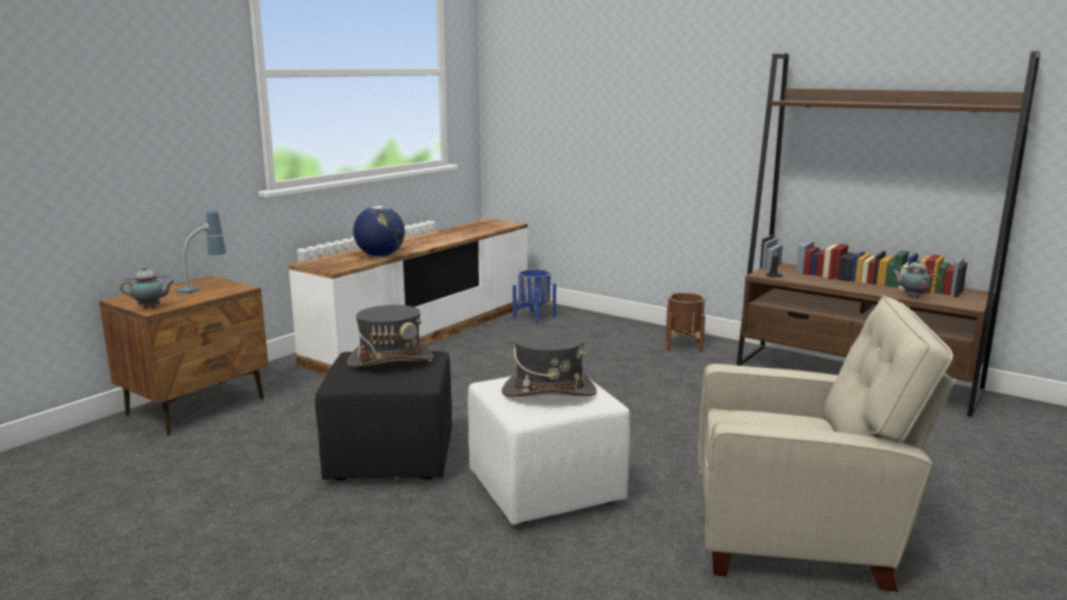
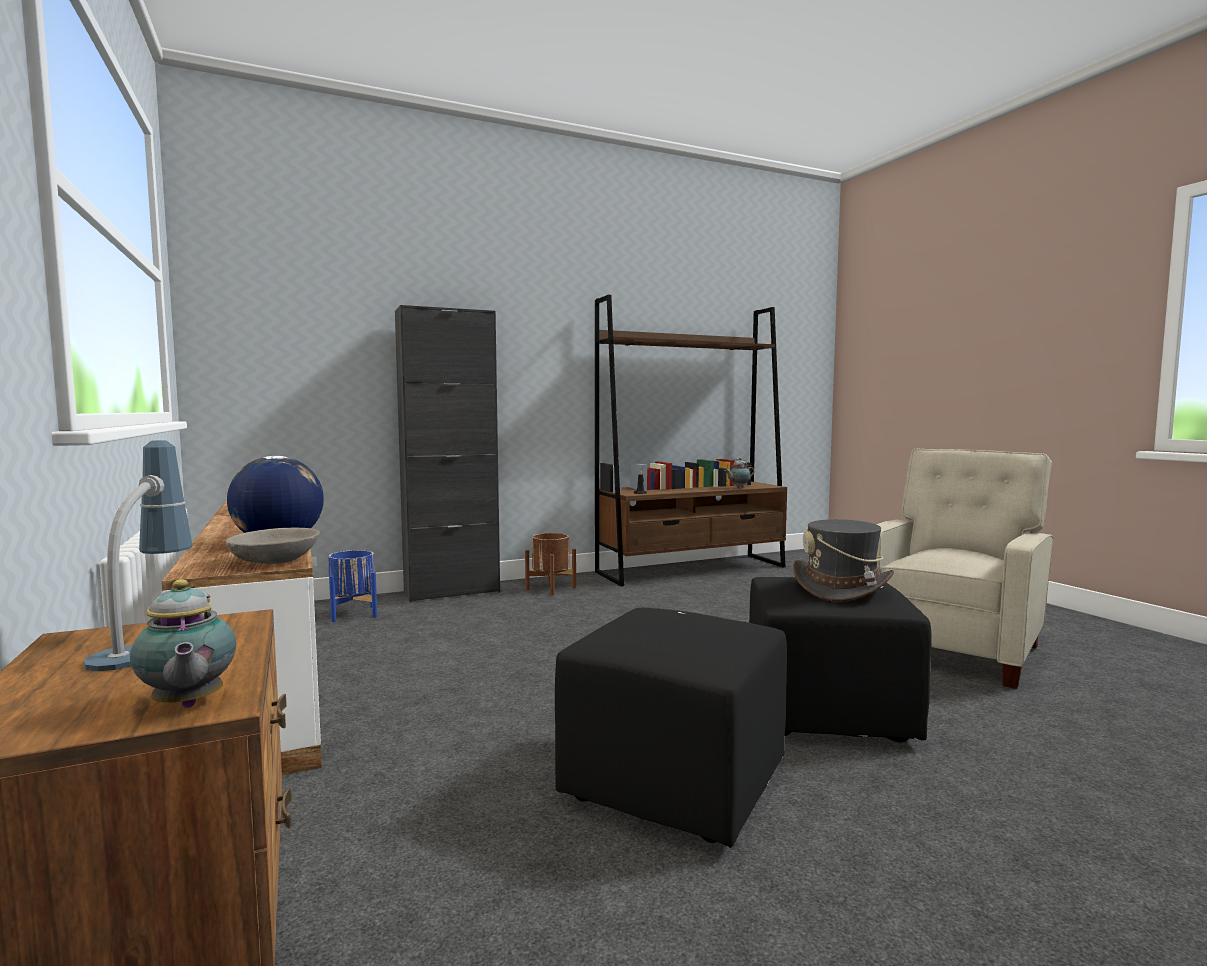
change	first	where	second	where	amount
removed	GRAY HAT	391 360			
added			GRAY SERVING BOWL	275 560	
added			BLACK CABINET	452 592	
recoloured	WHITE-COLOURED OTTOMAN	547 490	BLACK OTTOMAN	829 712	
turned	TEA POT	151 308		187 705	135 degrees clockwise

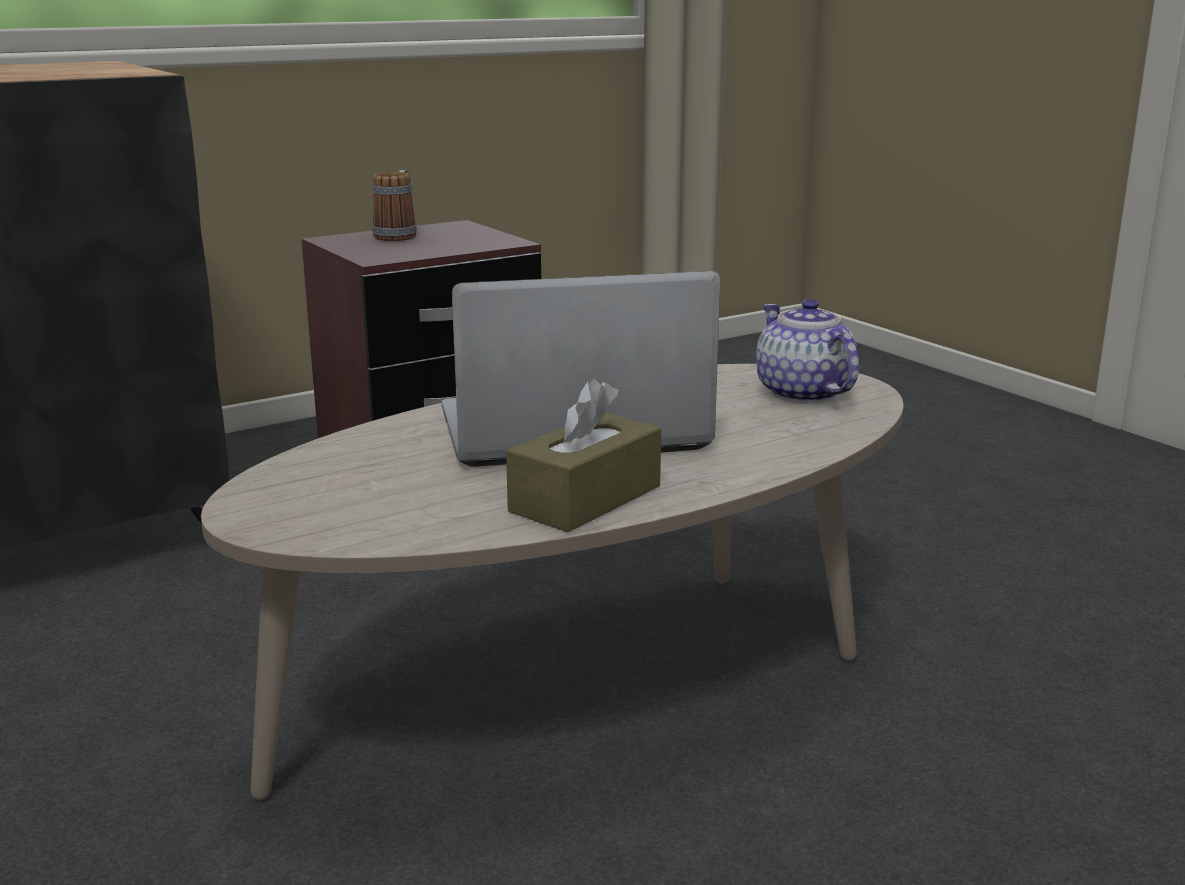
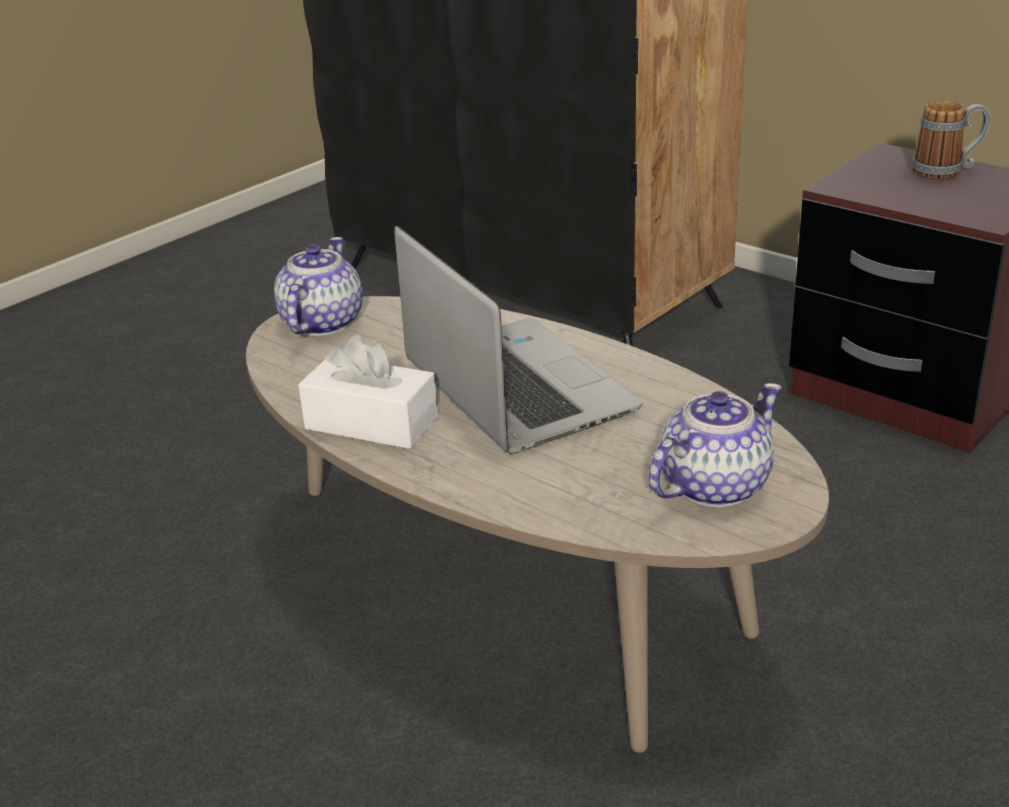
change	first	where	second	where	amount
added			TEA POT	321 323	
recoloured	BROWNISH BOX OF TISSUES	585 499	WHITE-COLOURED BOX OF TISSUES	371 423	

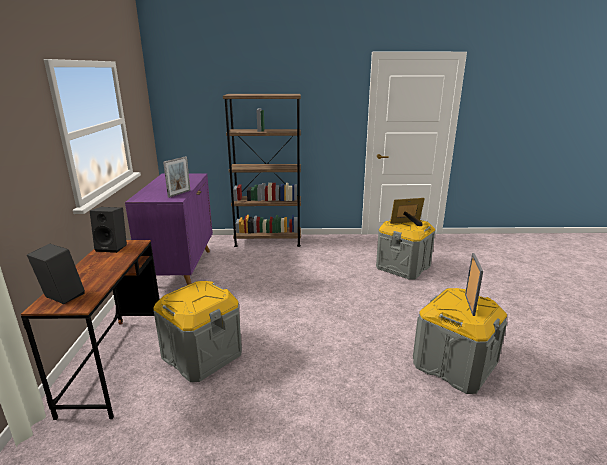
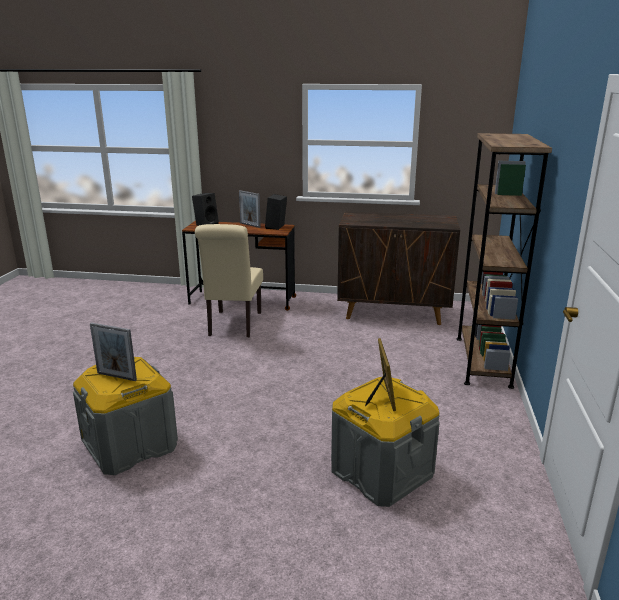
change	first	where	second	where	amount
moved	PICTURE FRAME	179 193		250 225	
replaced	GRAY STORAGE BOX	202 355	SAND-COLOURED UPRIGHT CHAIR	233 325	
recoloured	PURPLISH CABINET	181 268	BROWNISH CABINET	394 312	

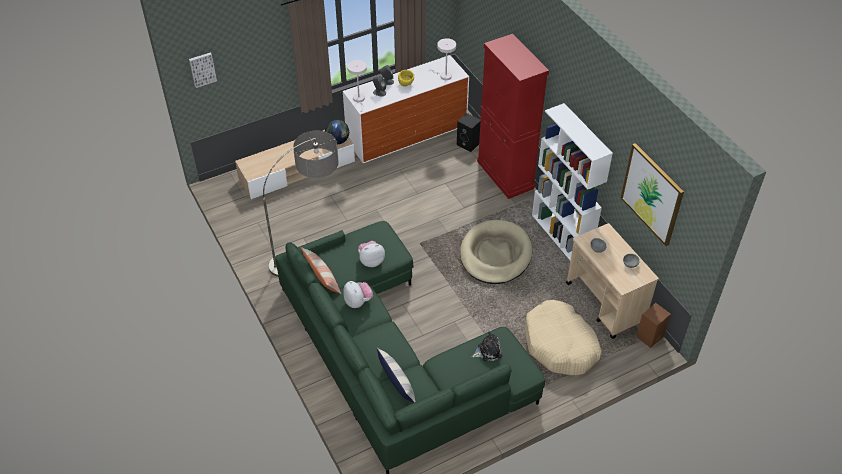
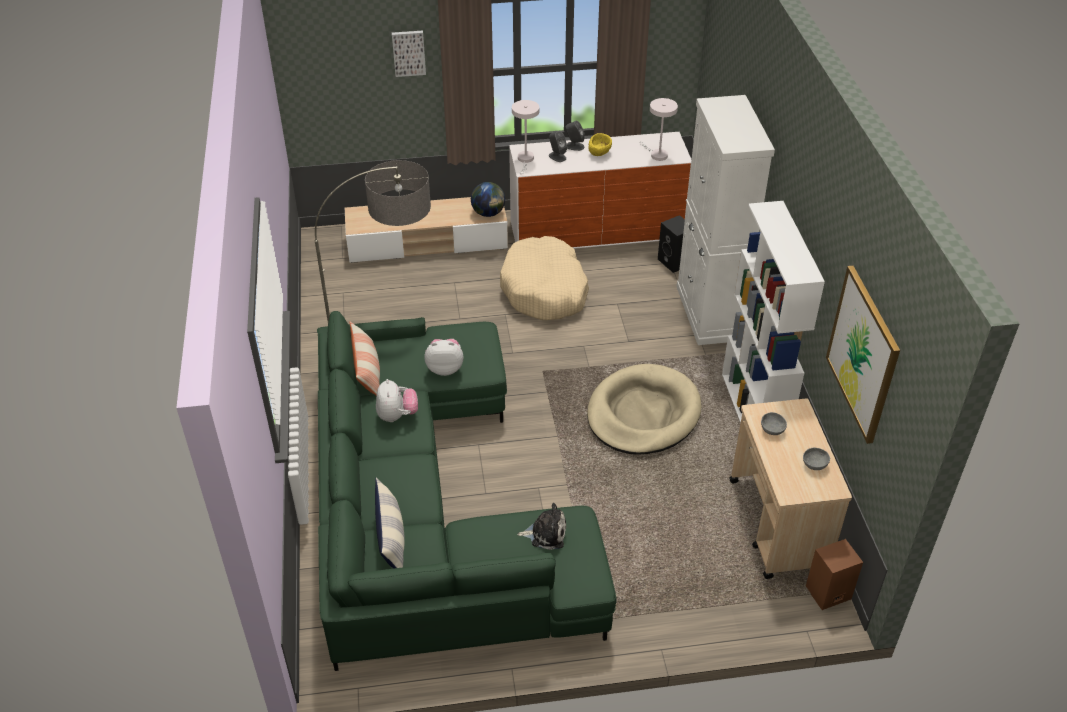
change	first	where	second	where	amount
moved	PICTURE	202 69		408 52	
moved	SAND-COLOURED DOG BED	560 345		544 290	
recoloured	RED-COLOURED CABINET	505 175	WHITE-COLOURED CABINET	708 313	

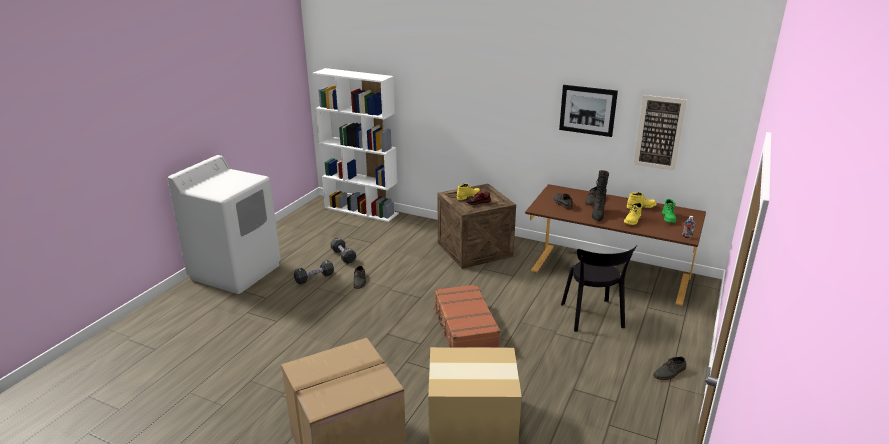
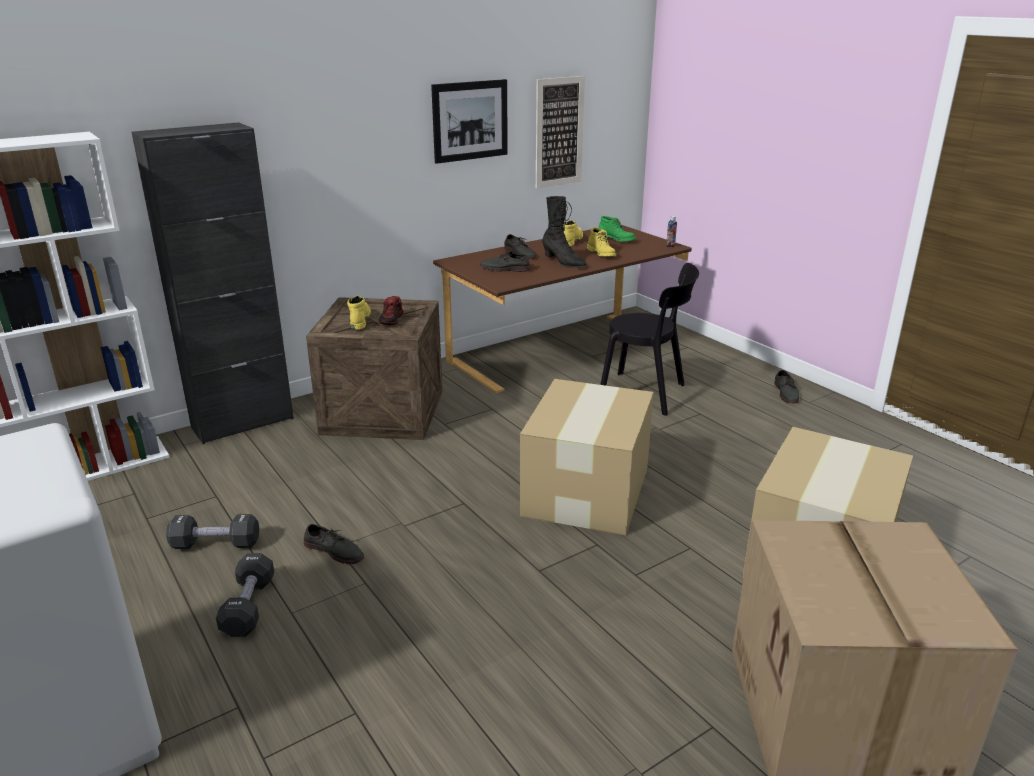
change	first	where	second	where	amount
added			BLACK CABINET	242 423	
replaced	BROWNISH SUITCASE	464 327	CARTON	587 490	

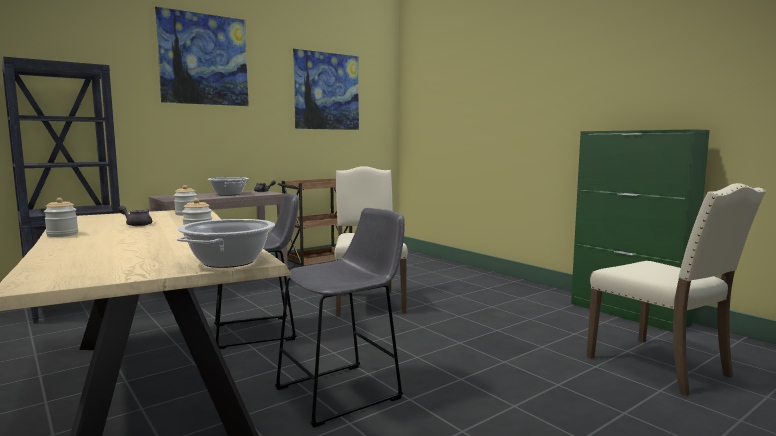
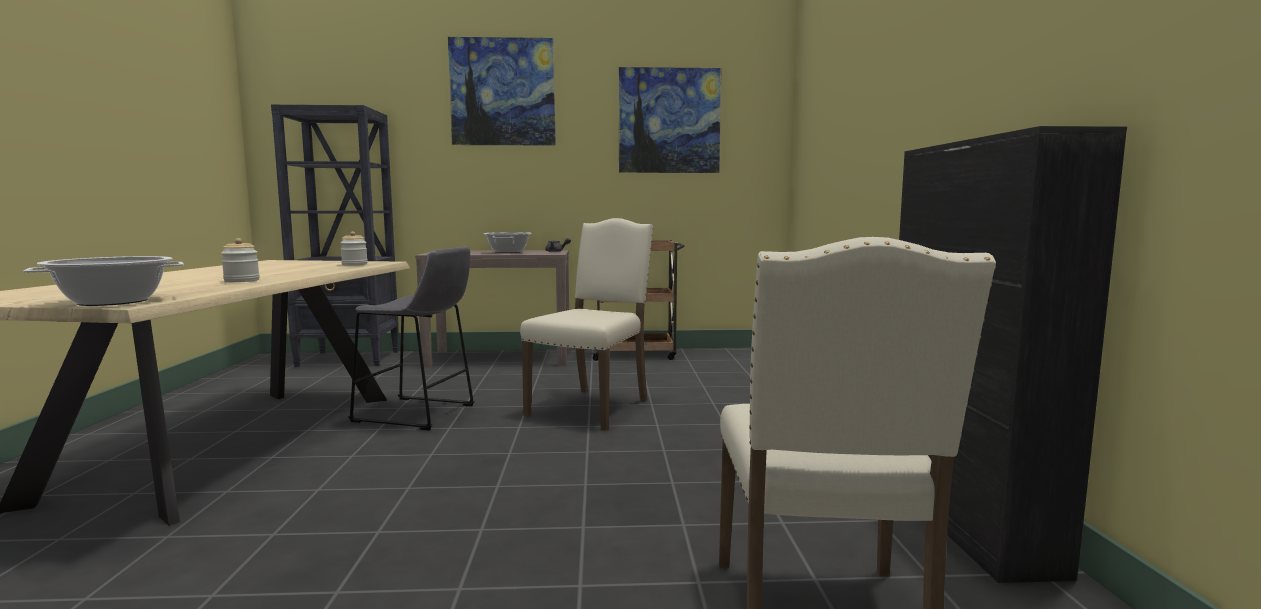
change	first	where	second	where	amount
removed	STORAGE JAR	62 234			
removed	GRAY TEA POT	136 224			
removed	GRAY STOOL	345 392			
recoloured	GREEN-COLOURED CABINET	628 314	BLACK CABINET	965 520	

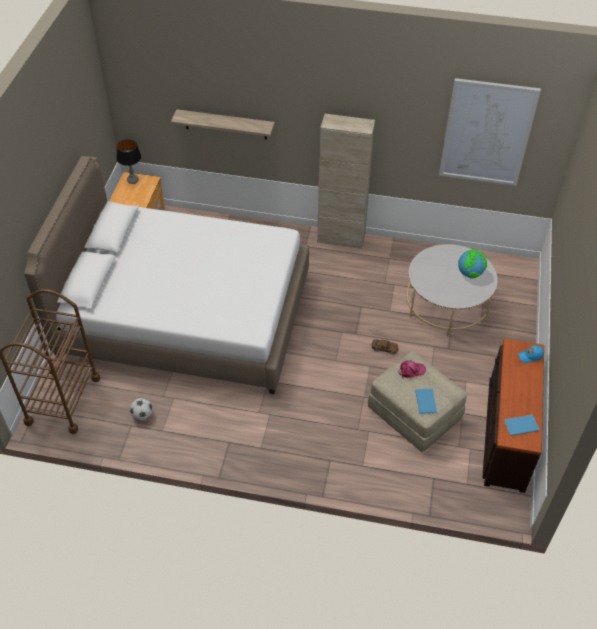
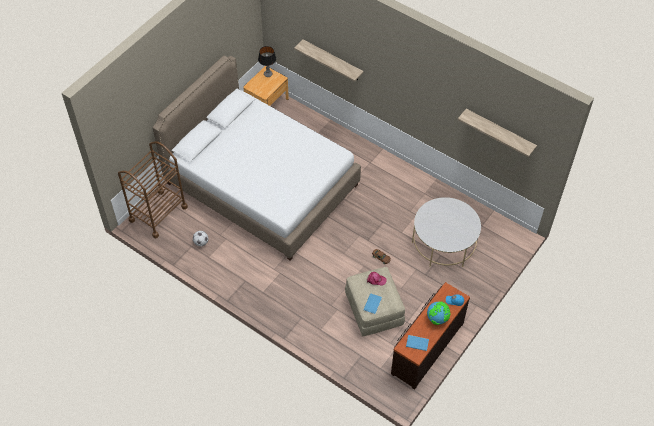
change	first	where	second	where	amount
removed	SAND-COLOURED CABINET	341 239			
moved	WORLD GLOBE	470 273		437 319	
replaced	PICTURE	487 133	BRACKET SHELF	499 132	

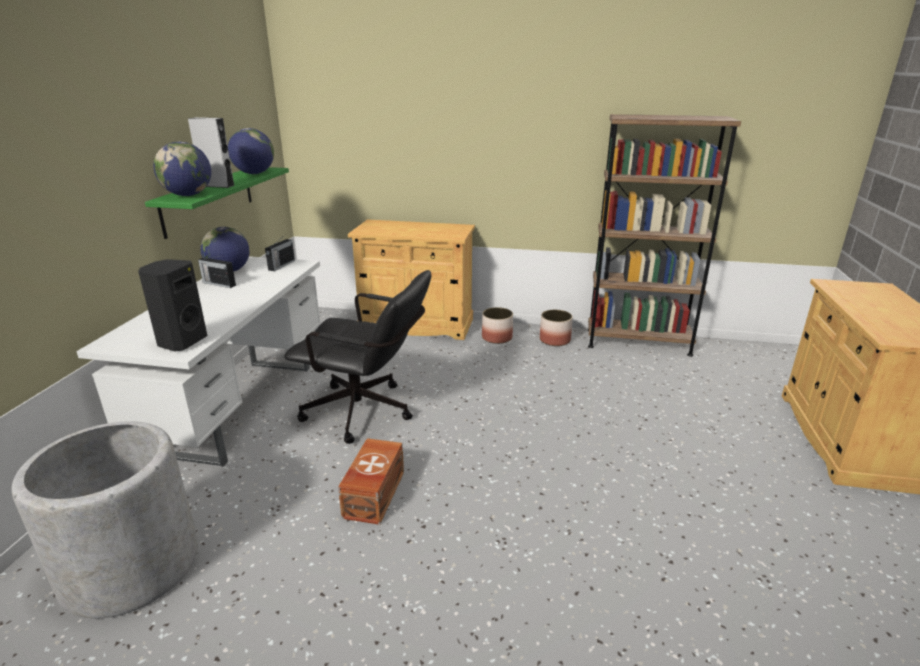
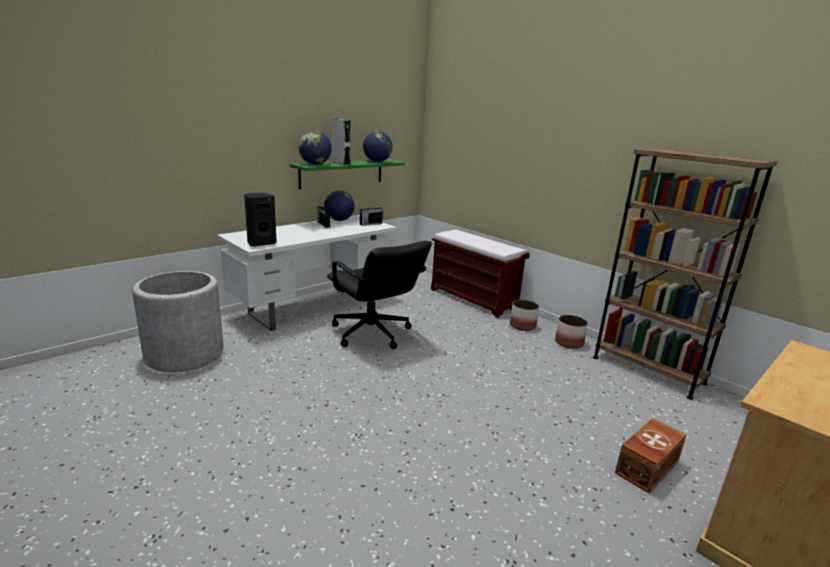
change	first	where	second	where	amount
moved	BROWNISH STORAGE BOX	372 495		645 467	
replaced	SAND-COLOURED CABINET	416 325	BROWNISH LONG SEAT	473 299	

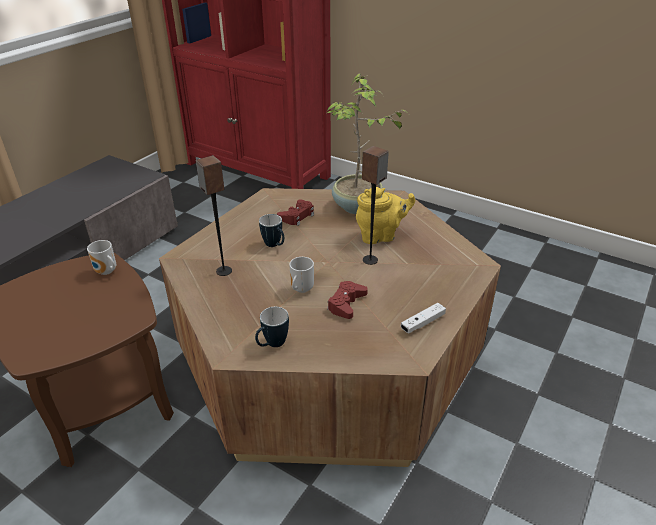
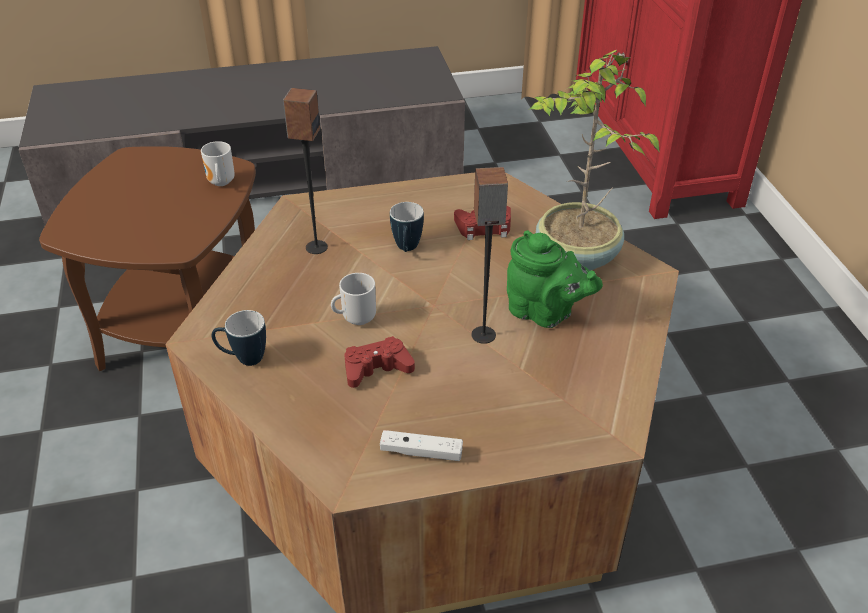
change	first	where	second	where	amount
recoloured	YELLOW-COLOURED TEA POT	381 236	GREEN-COLOURED TEA POT	545 313	

